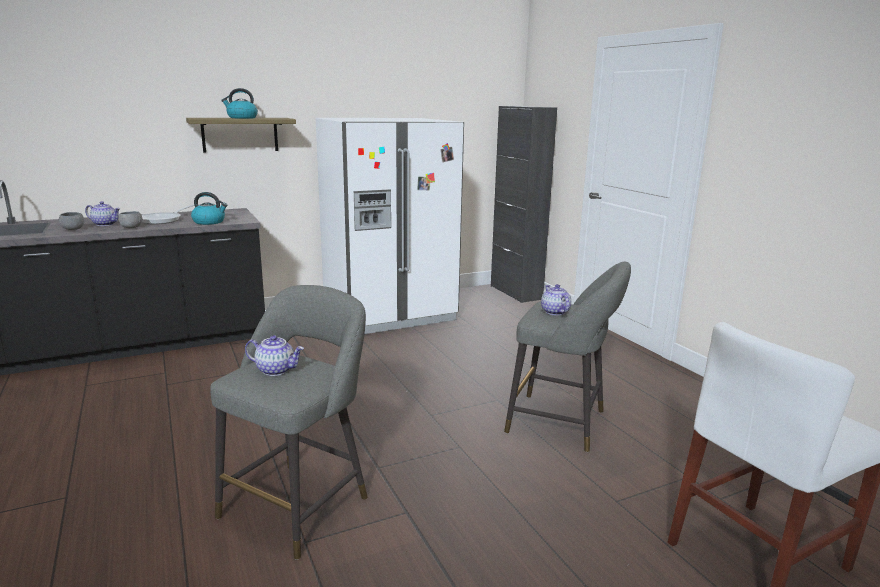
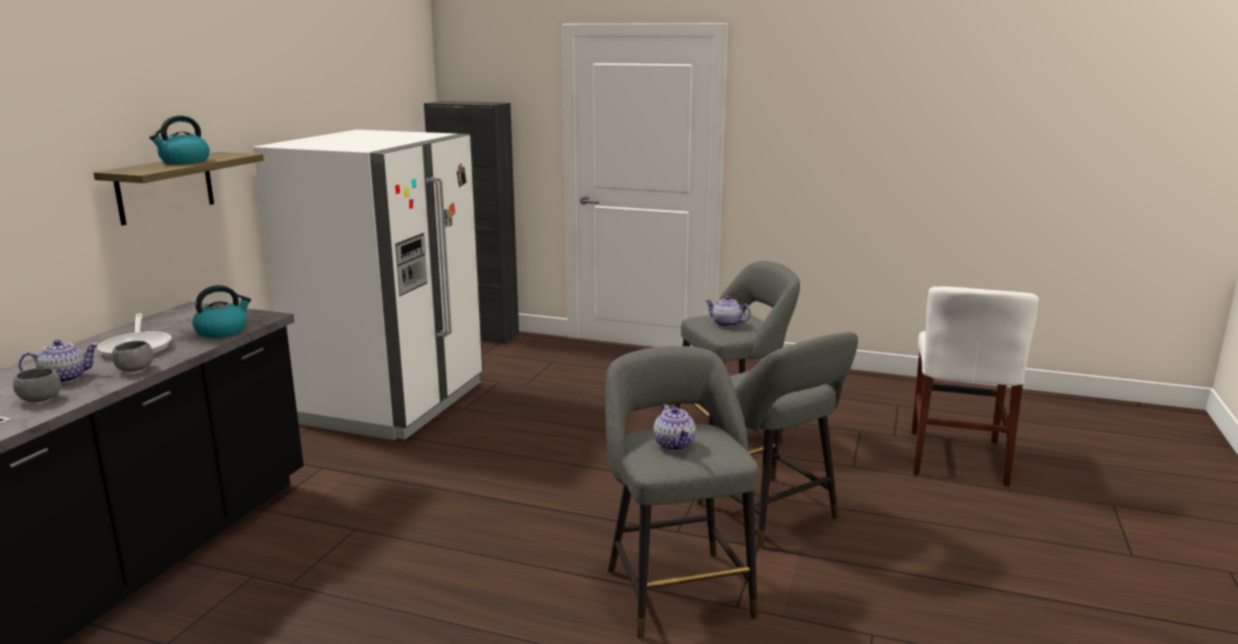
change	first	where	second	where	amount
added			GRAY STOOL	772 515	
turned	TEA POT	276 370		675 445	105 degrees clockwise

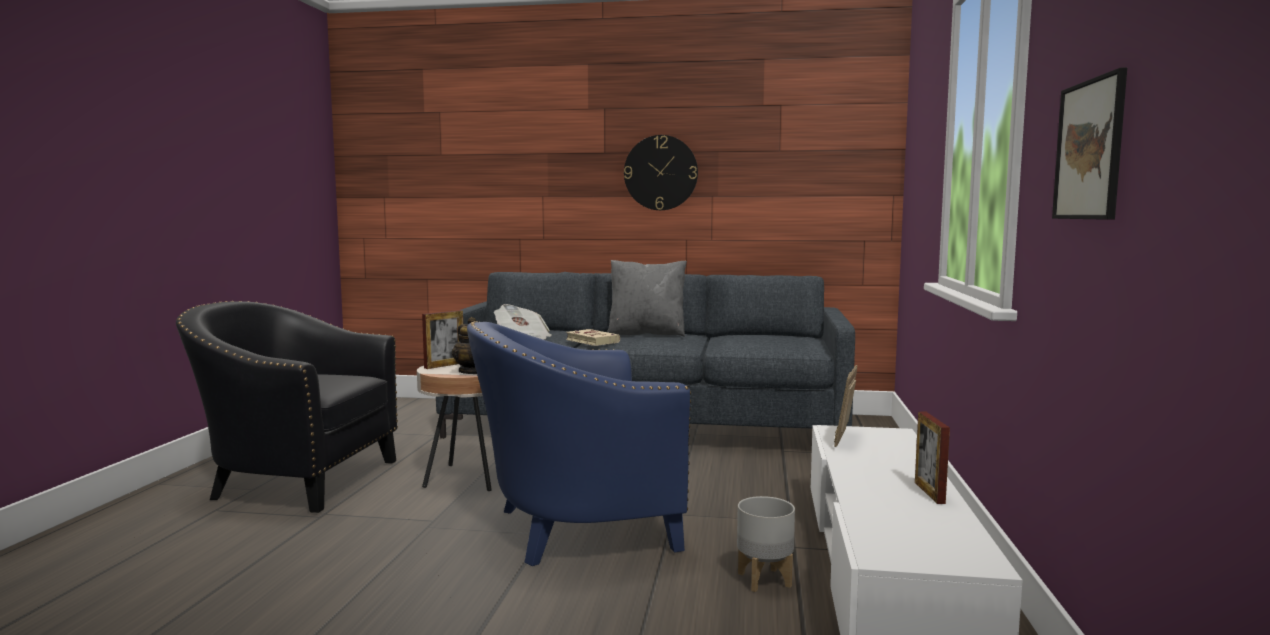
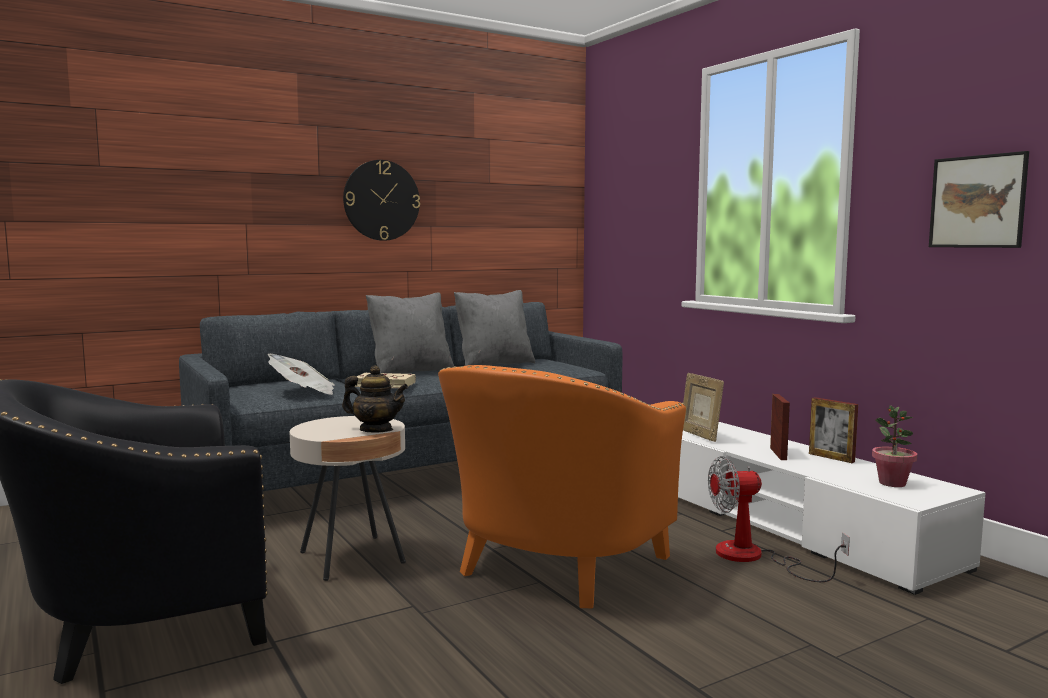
change	first	where	second	where	amount
added			GRAY PILLOW	494 364	
added			HOUSEPLANT	892 483	
moved	PICTURE FRAME	444 365		778 454	
replaced	GRAY PLANTER	764 580	FAN	754 558	
recoloured	BLUE-COLOURED ARMCHAIR	574 528	ORANGEY ARMCHAIR	553 568	

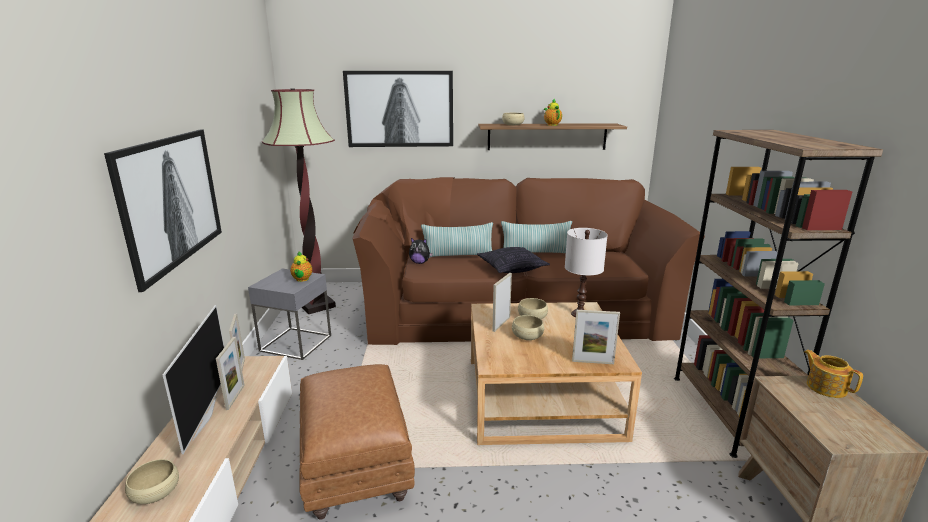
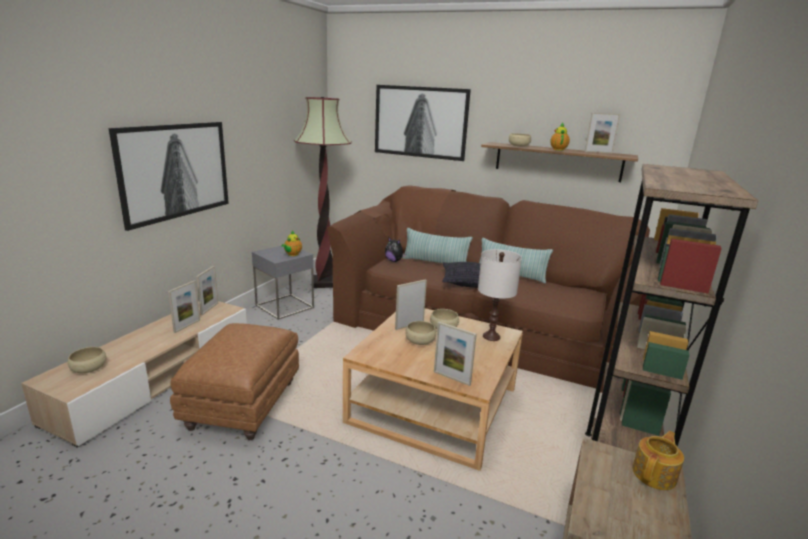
change	first	where	second	where	amount
removed	TV	203 417			
added			PICTURE FRAME	598 152	
turned	TEA POT	825 387		655 474	45 degrees clockwise

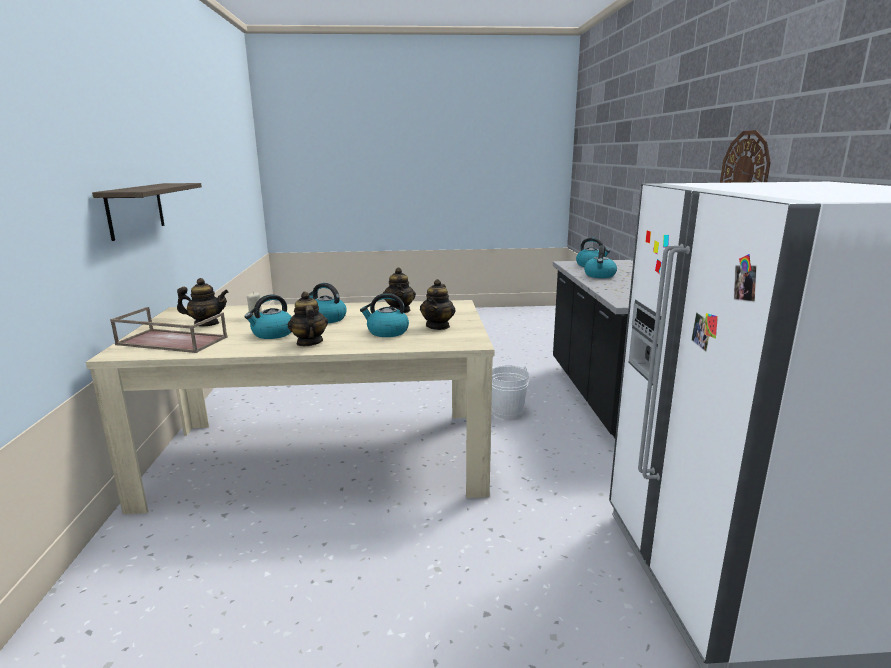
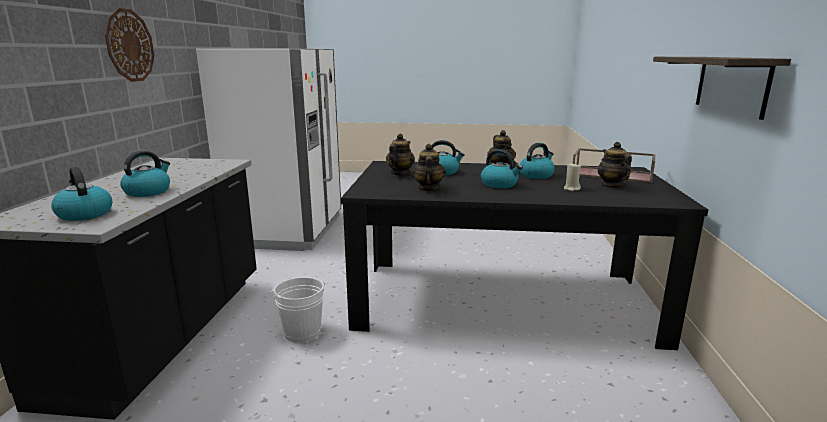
change	first	where	second	where	amount
recoloured	SAND-COLOURED KITCHEN TABLE	322 458	BLACK KITCHEN TABLE	502 301	
turned	TEA POT	206 324		612 186	75 degrees clockwise

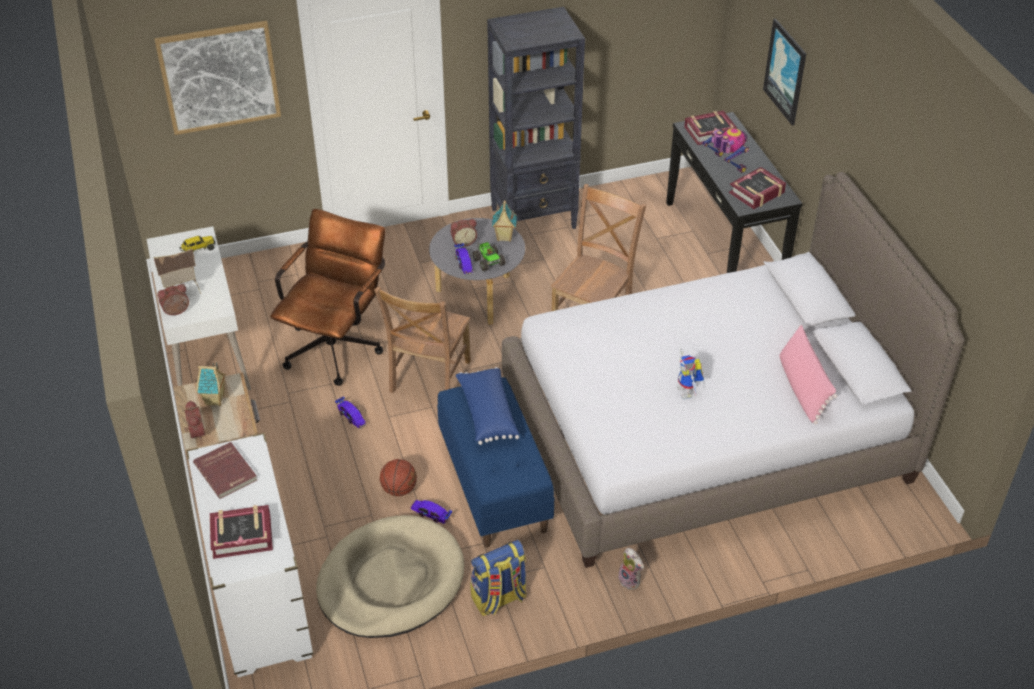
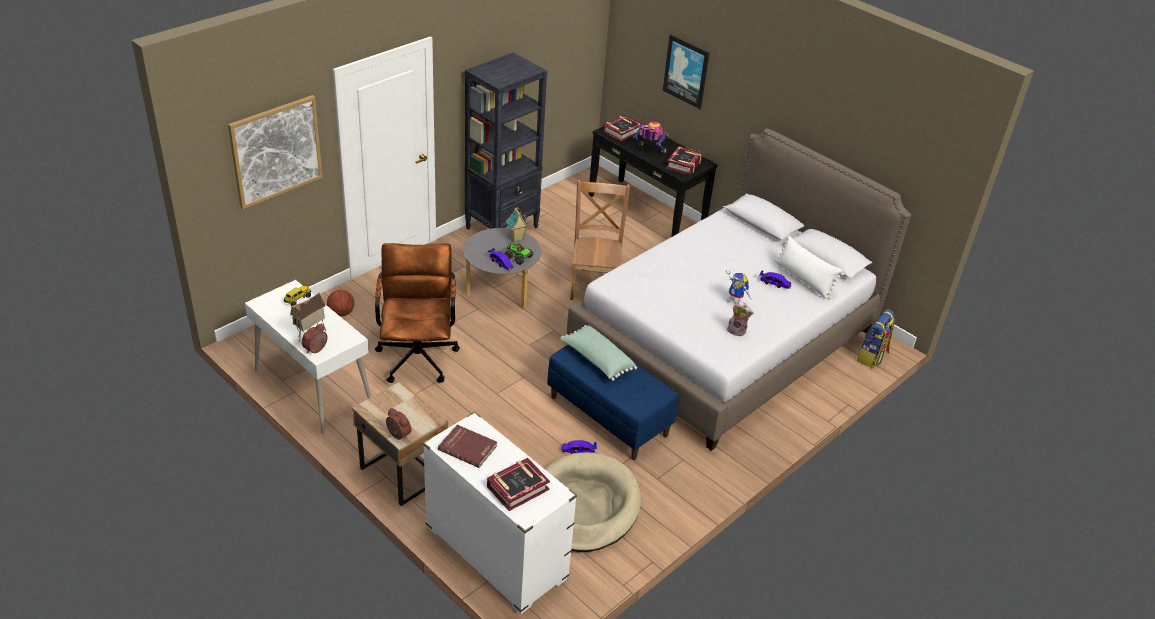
change	first	where	second	where	amount
removed	MODEL HOUSE	215 400			
removed	BROWNISH UPRIGHT CHAIR	428 379			
removed	BEDSIDE CLOCK	463 241			
moved	MODEL CAR	351 416		774 283	
moved	BALL FOR BASKETBALL	399 489		341 313	
moved	BACKPACK	499 598		872 357	
moved	SOFT TOY	631 580		737 331	
recoloured	BLUE-COLOURED PILLOW	487 413	GREEN-COLOURED PILLOW	597 360	
recoloured	PINK PILLOW	802 388	WHITE-COLOURED PILLOW	804 280	

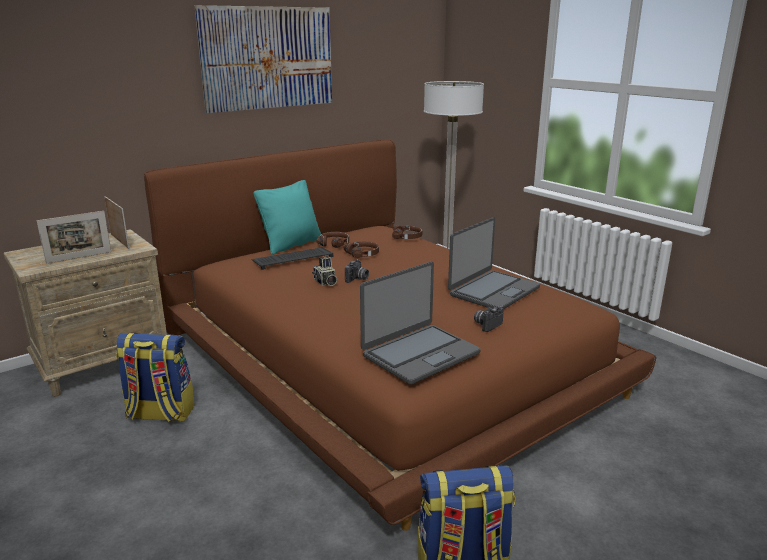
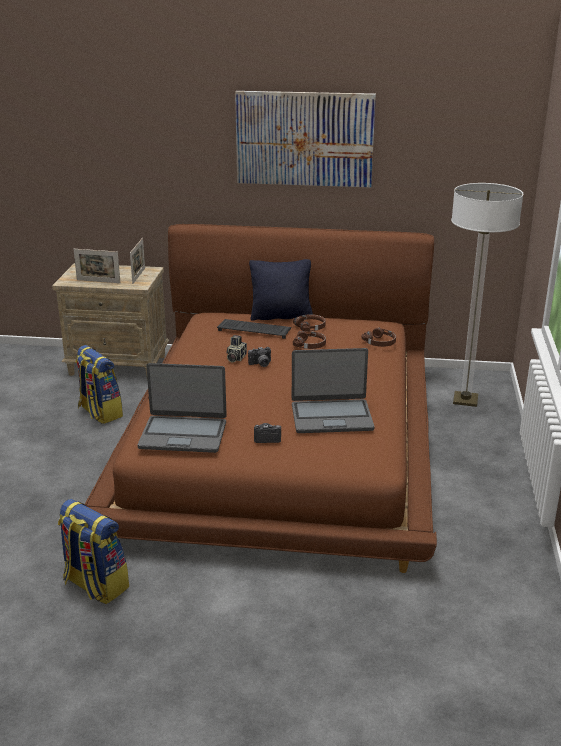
change	first	where	second	where	amount
recoloured	TURQUOISE PILLOW	291 245	BLACK PILLOW	281 316	

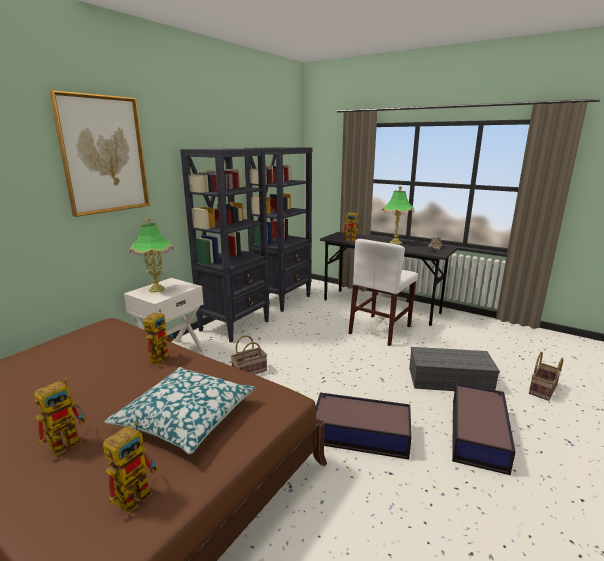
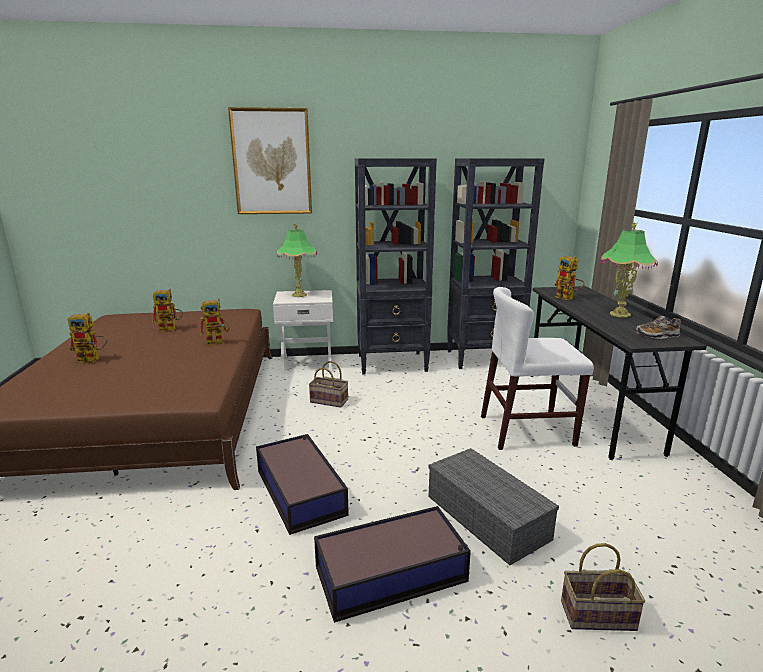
change	first	where	second	where	amount
removed	PILLOW	186 417			
moved	TOY ROBOT	138 492		171 329	

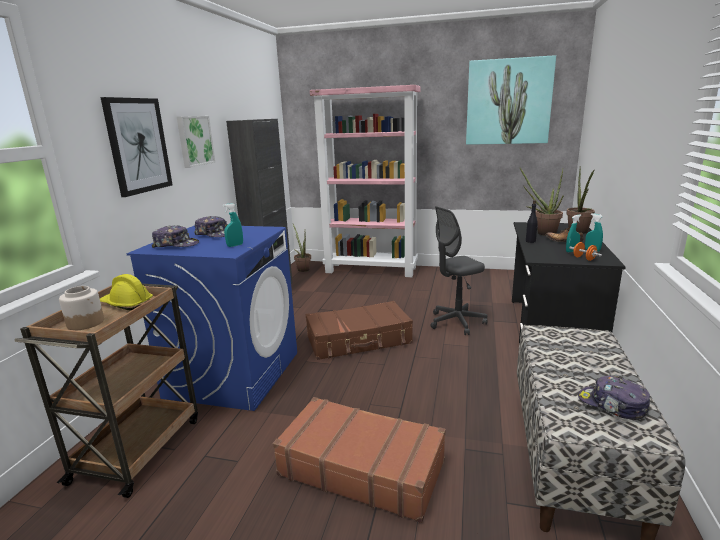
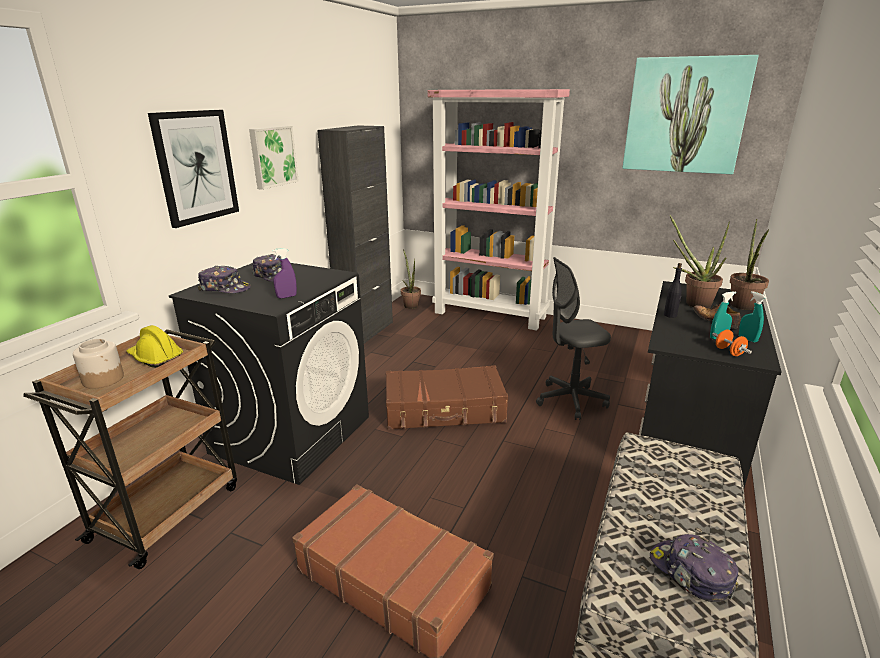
change	first	where	second	where	amount
recoloured	BLUE-COLOURED LAUNDRY APPLIANCE	234 374	BLACK LAUNDRY APPLIANCE	292 434	
recoloured	TURQUOISE HAND SPRAYER	235 245	PURPLISH HAND SPRAYER	286 297	

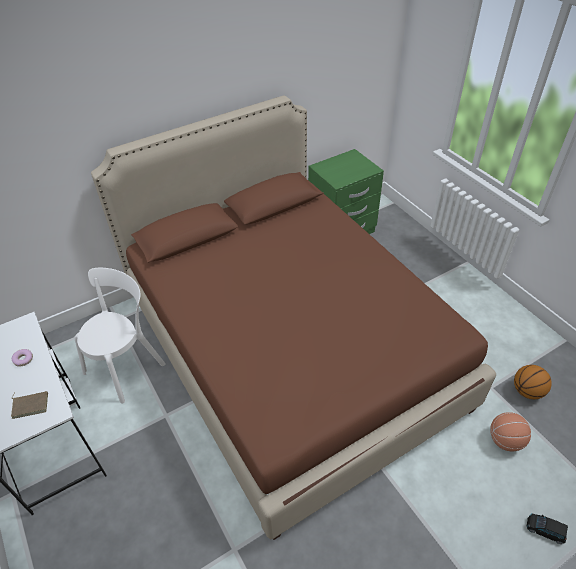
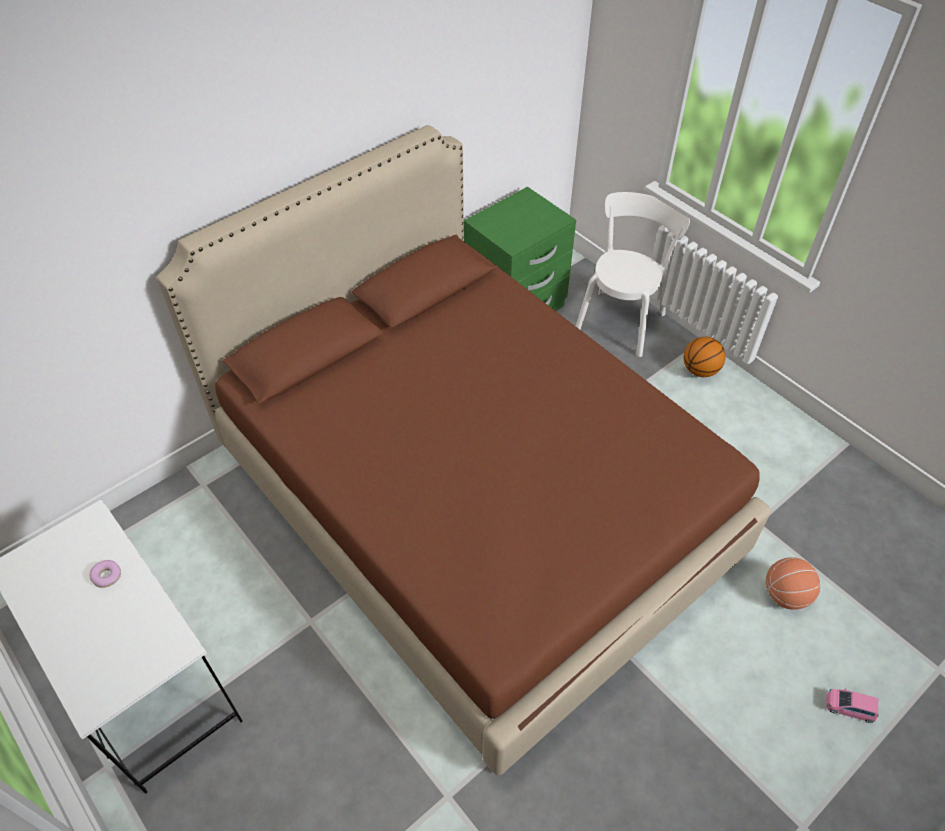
change	first	where	second	where	amount
removed	BROWNISH BOOK	31 404			
moved	WHITE-COLOURED UPRIGHT CHAIR	127 366		621 320	
moved	BALL FOR BASKETBALL	527 391		699 370	
recoloured	BLACK MODEL CAR	545 530	PINK MODEL CAR	849 708	

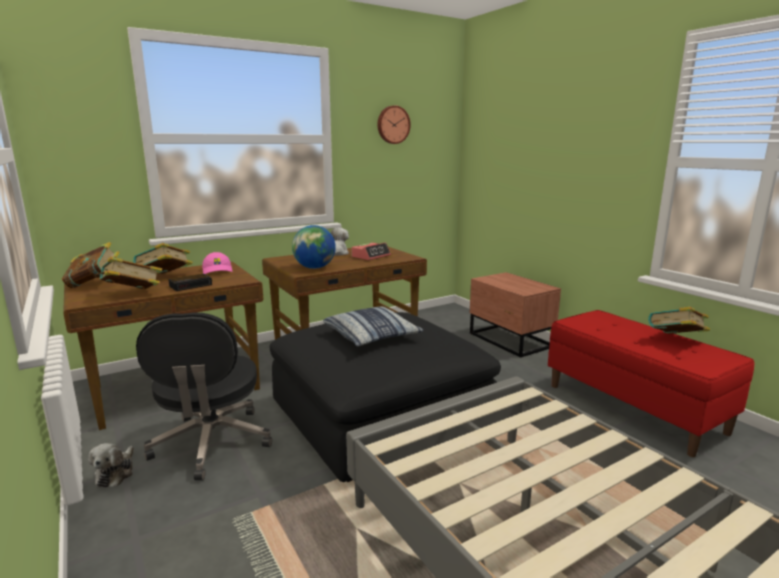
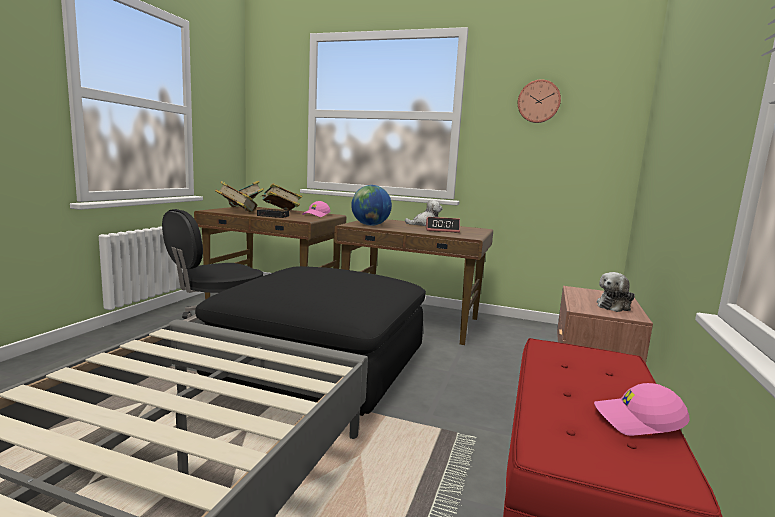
change	first	where	second	where	amount
removed	PILLOW	372 336			
moved	SOFT TOY	116 473		614 306	
replaced	BOOK	675 340	PINK PEAKED CAP	638 421	

